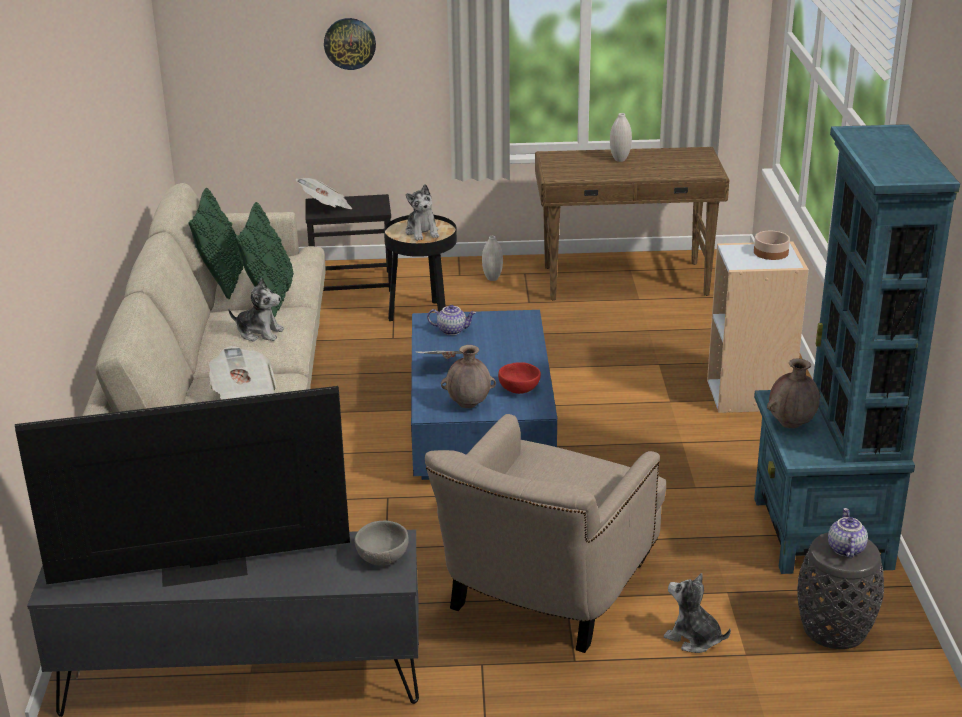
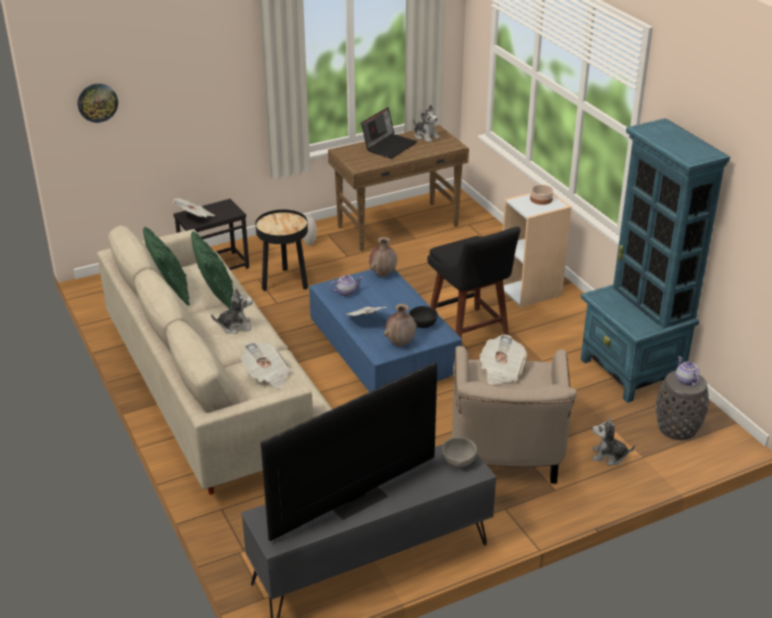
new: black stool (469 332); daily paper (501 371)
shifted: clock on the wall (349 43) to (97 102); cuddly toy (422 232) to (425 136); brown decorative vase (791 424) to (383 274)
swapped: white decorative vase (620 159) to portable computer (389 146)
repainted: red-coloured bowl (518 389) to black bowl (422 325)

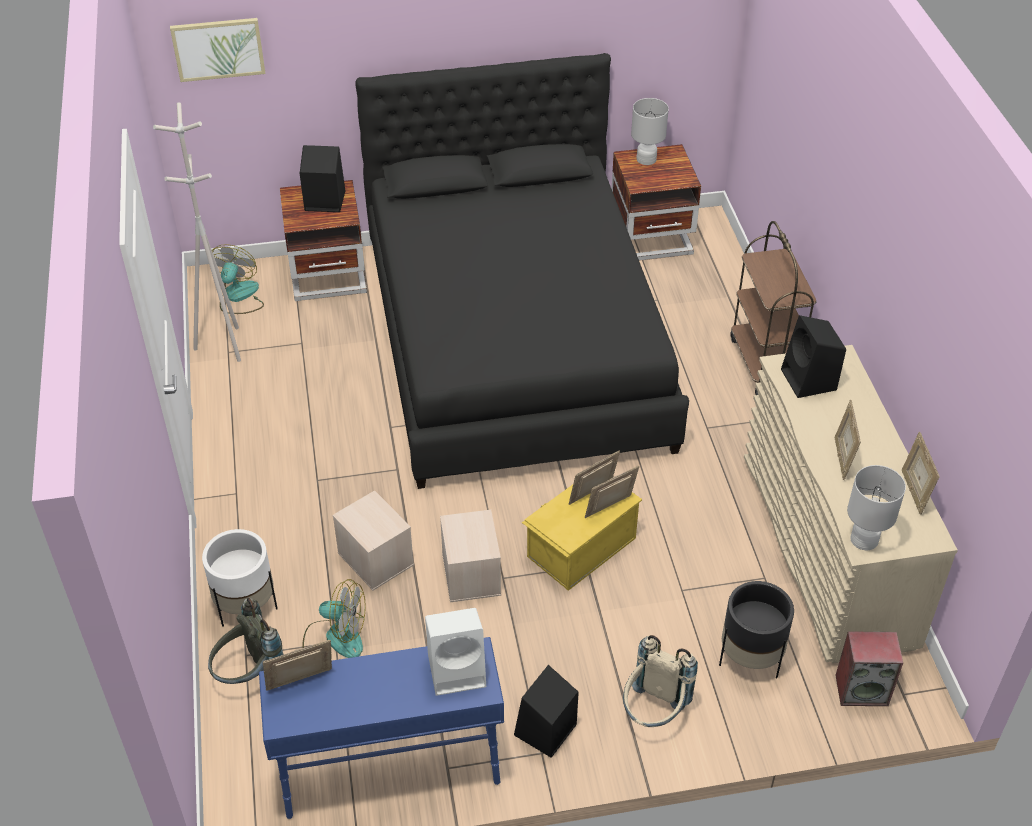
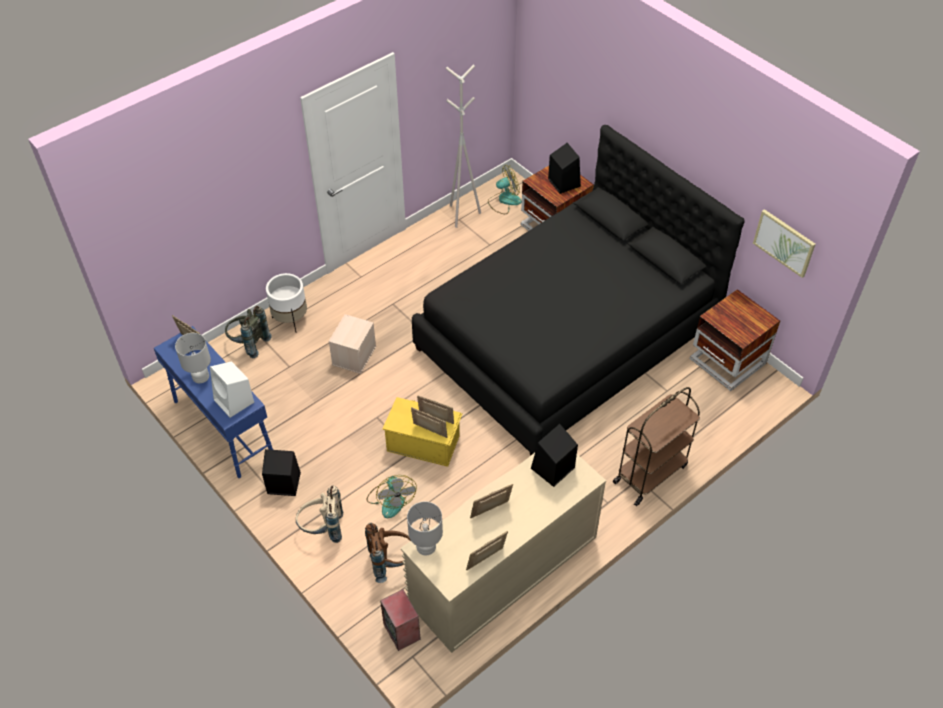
gone: beige-coloured storage bin (470 574)
shifted: wall picture (218 49) to (784 242); cooling fan (335 639) to (391 499); gray lamp for a table (646 159) to (201 377)
swapped: black plant pot (750 658) to brown knapsack (391 562)

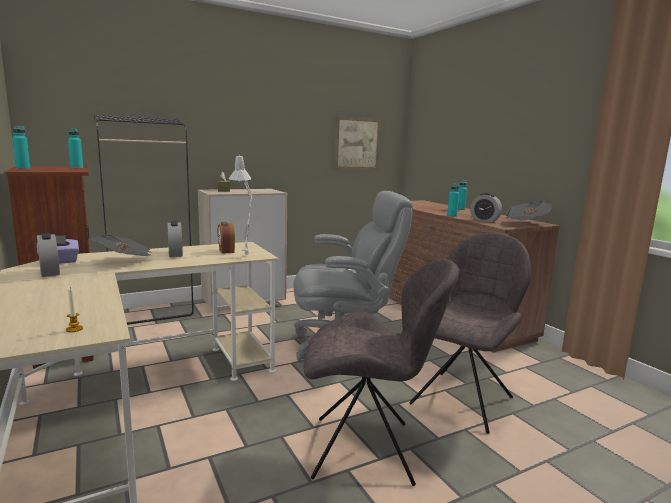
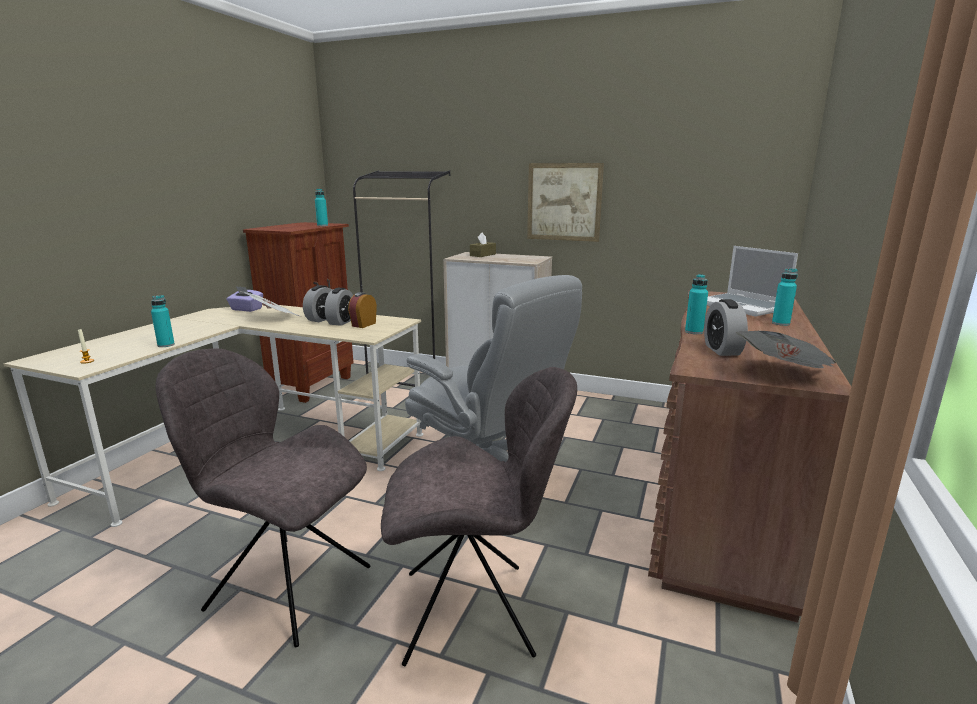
gone: gray lamp for a table (247 254)
new: portable computer (743 306)
shifted: blue-green beverage bottle (23 168) to (166 345); alarm clock (50 272) to (341 322); wall picture (357 144) to (564 202)
rotated: gray chair (367 450) = (285 586) 150 degrees clockwise

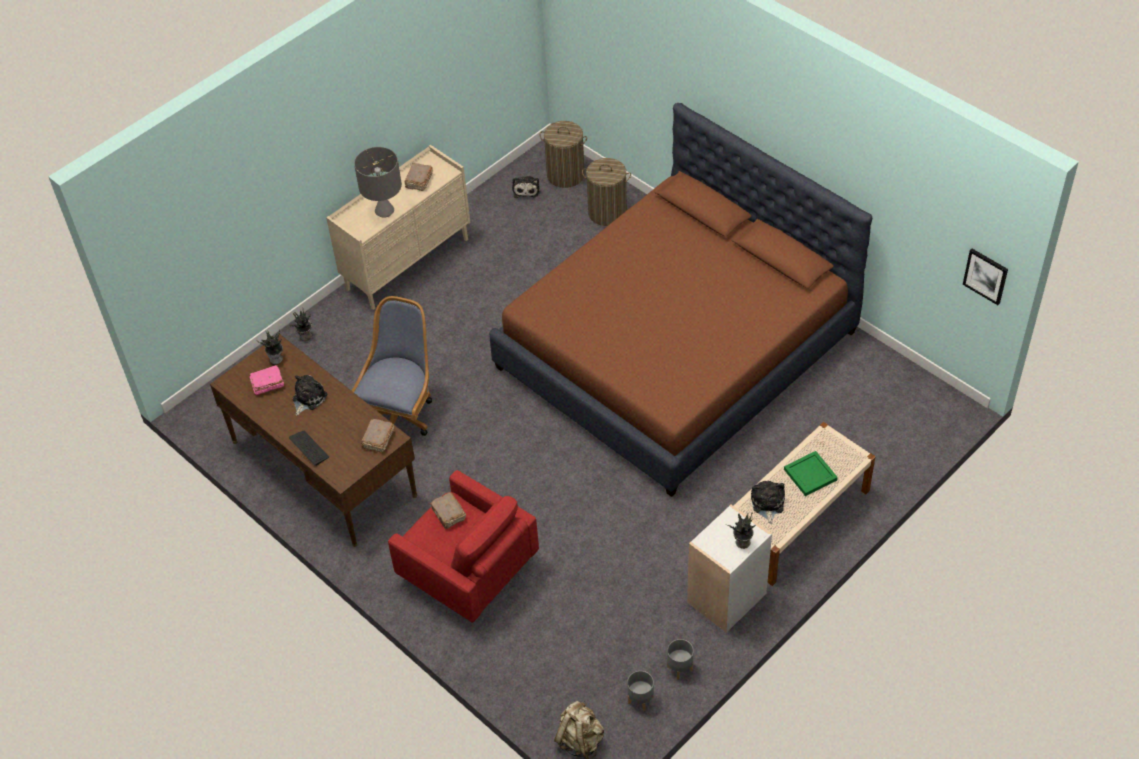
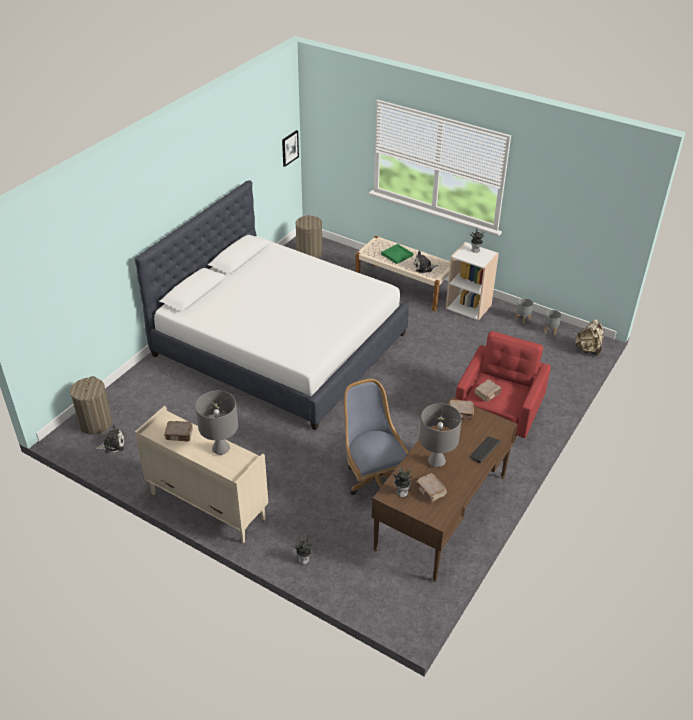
shifted: washing basket (607 212) to (309 254)
swapped: cuddly toy (308 398) to gray lamp for a table (436 462)
repainted: pinkish book (267 384) to brown book (430 491); brown sleeping bed (676 349) to white sleeping bed (280 344)
rotated: blue-coloured office chair (401 412) = (372 476) 60 degrees clockwise

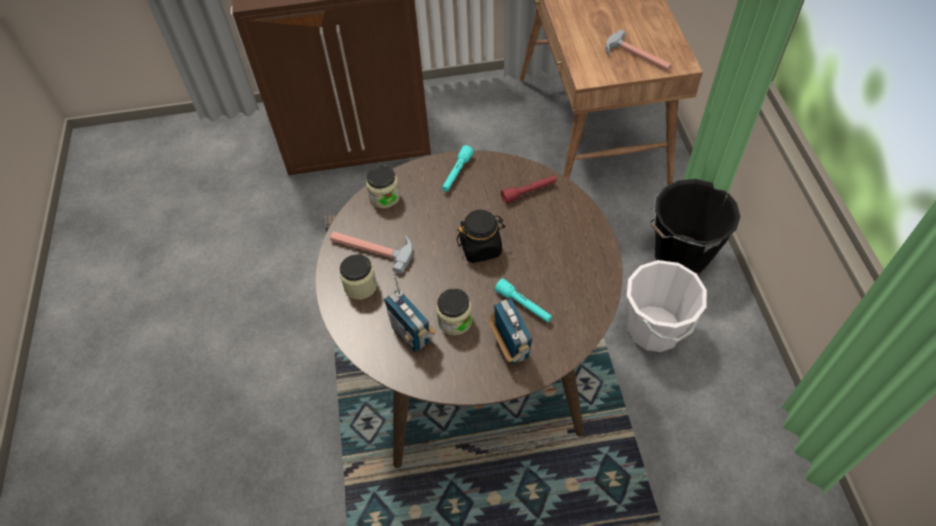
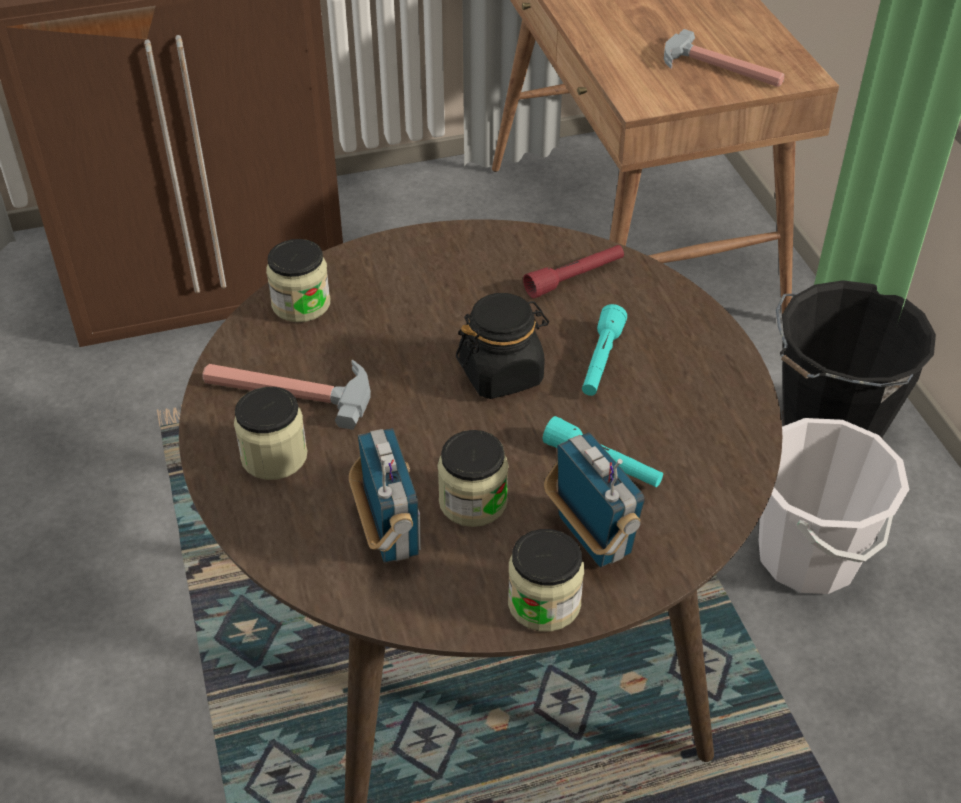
new: jar (544 603)
shifted: blue-green hand torch (456 173) to (601 361)
rotated: radio set (411 334) = (390 532) 150 degrees counterclockwise

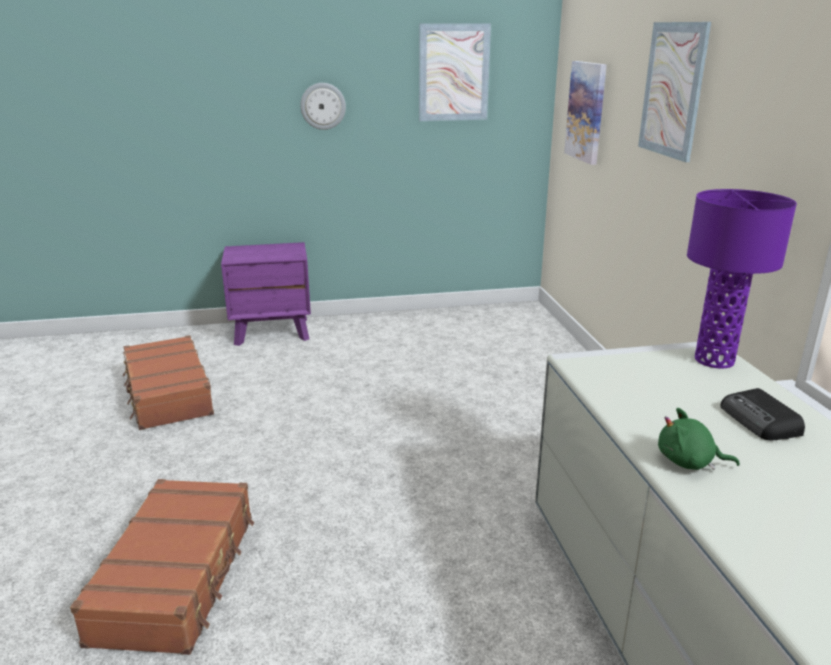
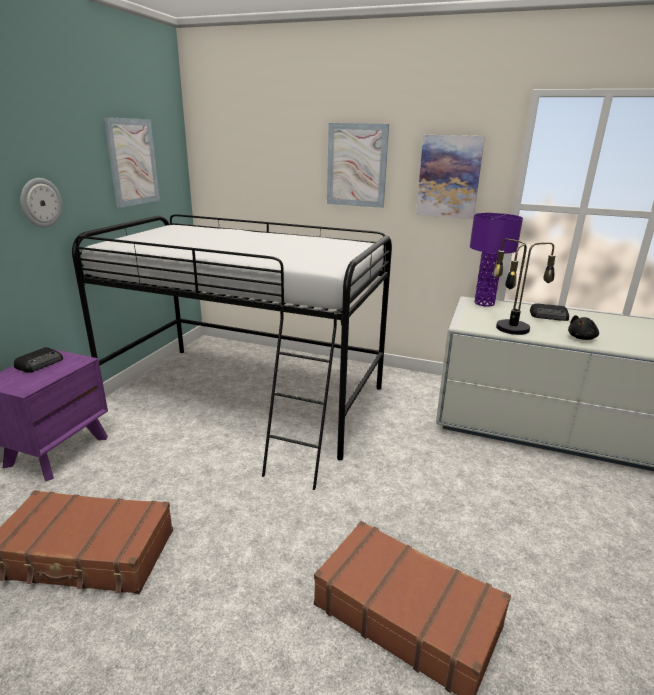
new: radio set (40 363); black sleeping bed (247 397); lamp for a table (512 328)
shifted: wall picture (586 111) to (449 177)
repainted: green-coloured cuddly toy (689 462) to black cuddly toy (582 338)

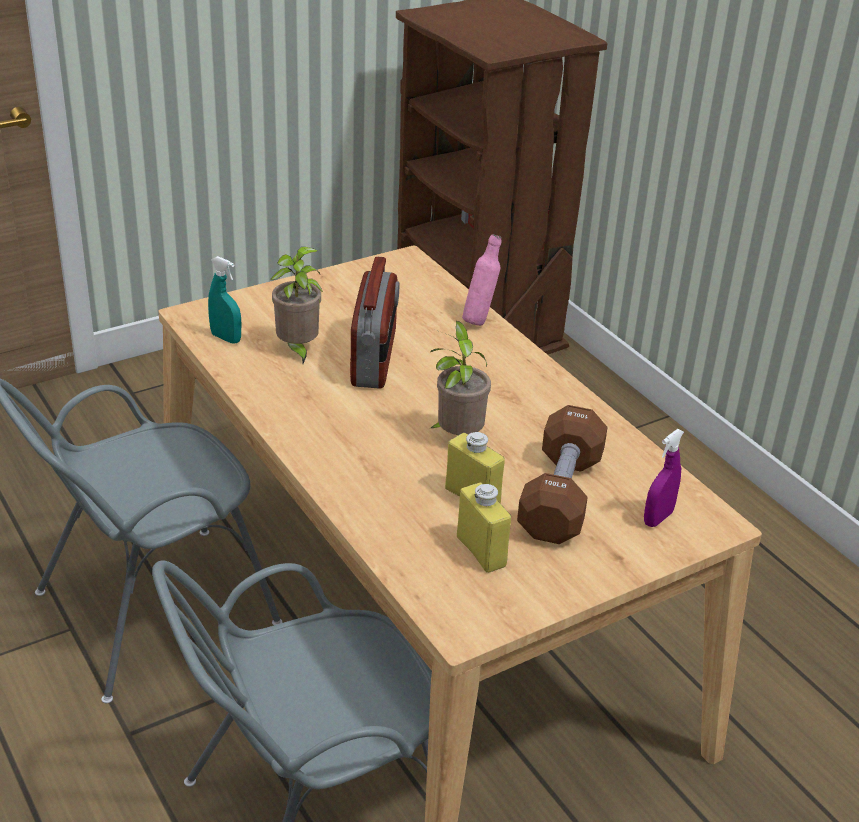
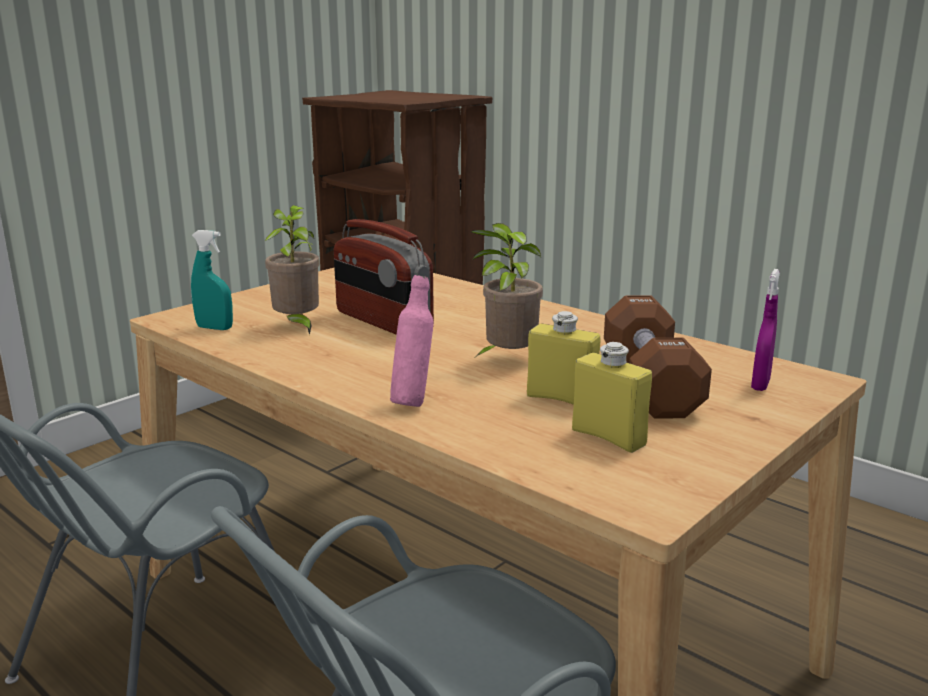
shifted: pinkish beverage bottle (479 320) to (413 402)
rotated: radio set (374 358) = (382 322) 150 degrees clockwise

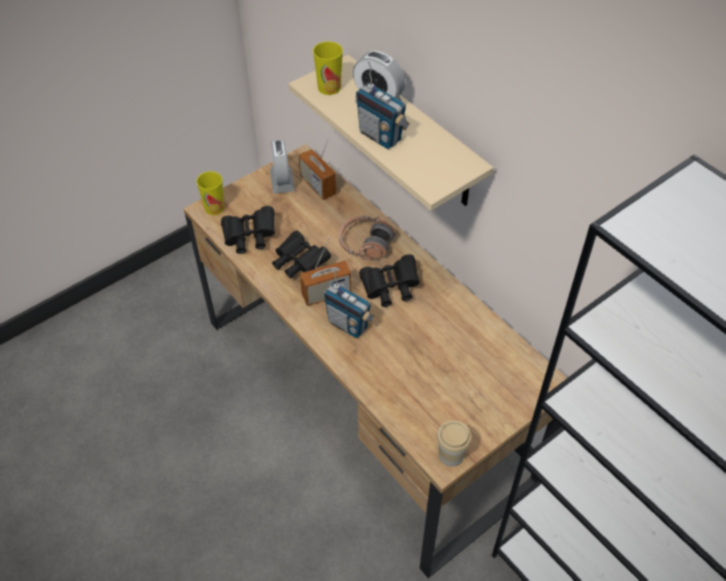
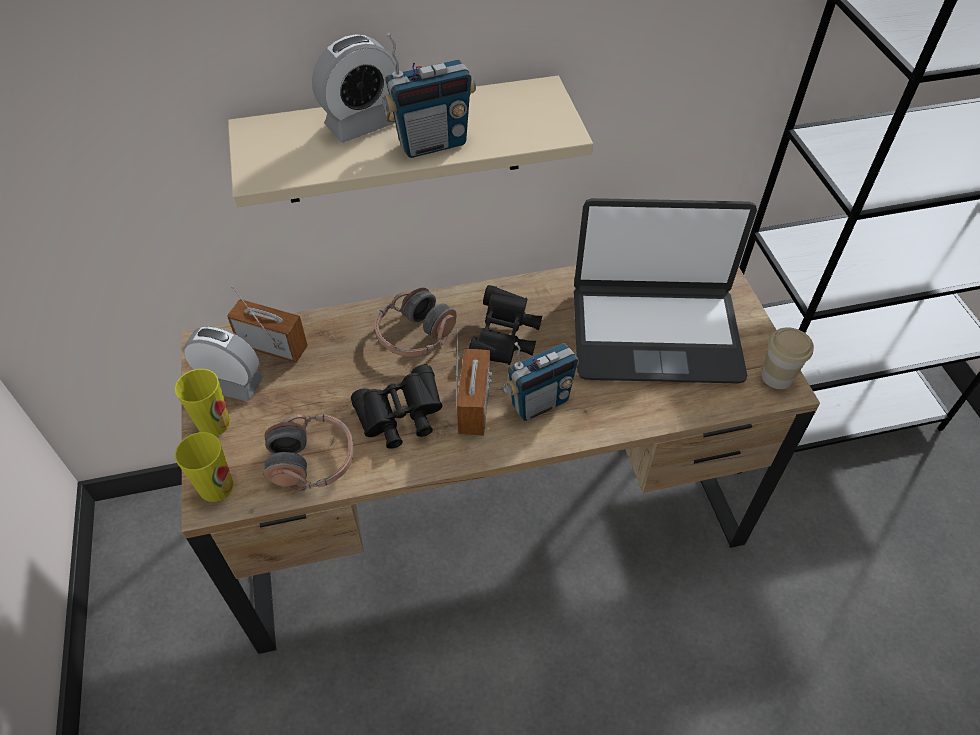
new: portable computer (655 333)
shifted: drinking cup (329 87) to (214 423)
swapped: black field glasses (249 238) to pair of headphones (312 461)
rotated: radio set (318 185) = (273 346) 150 degrees counterclockwise

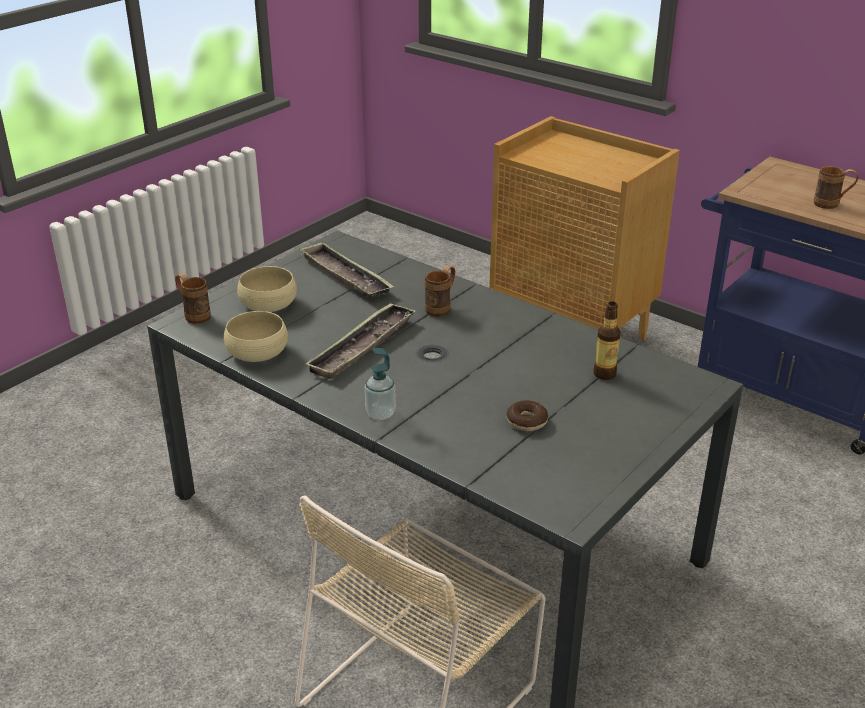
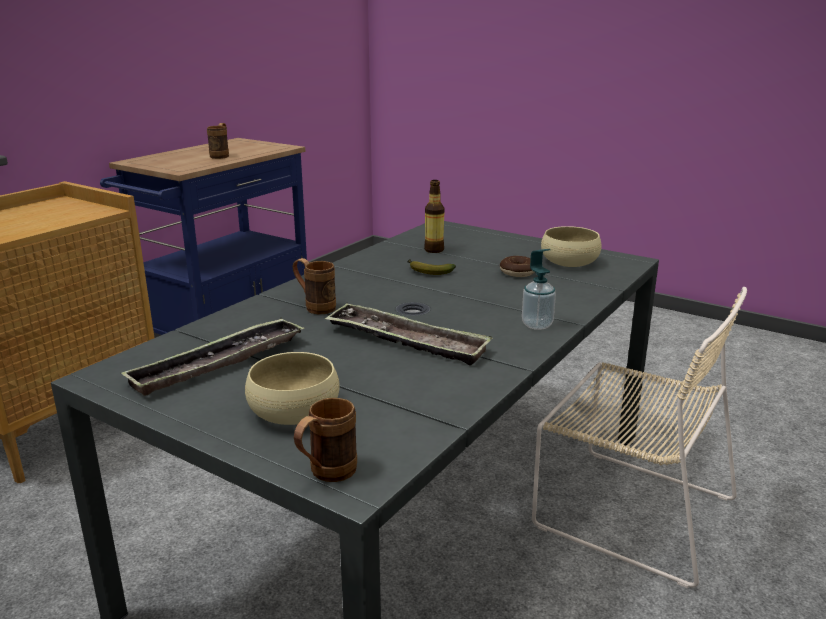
new: whole banana (428 271)
shifted: beige-coloured bowl (257 352) to (569 262)

